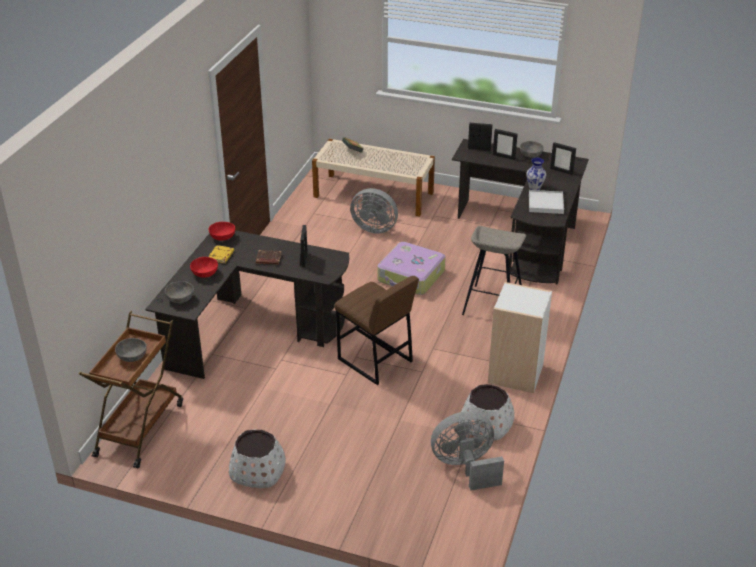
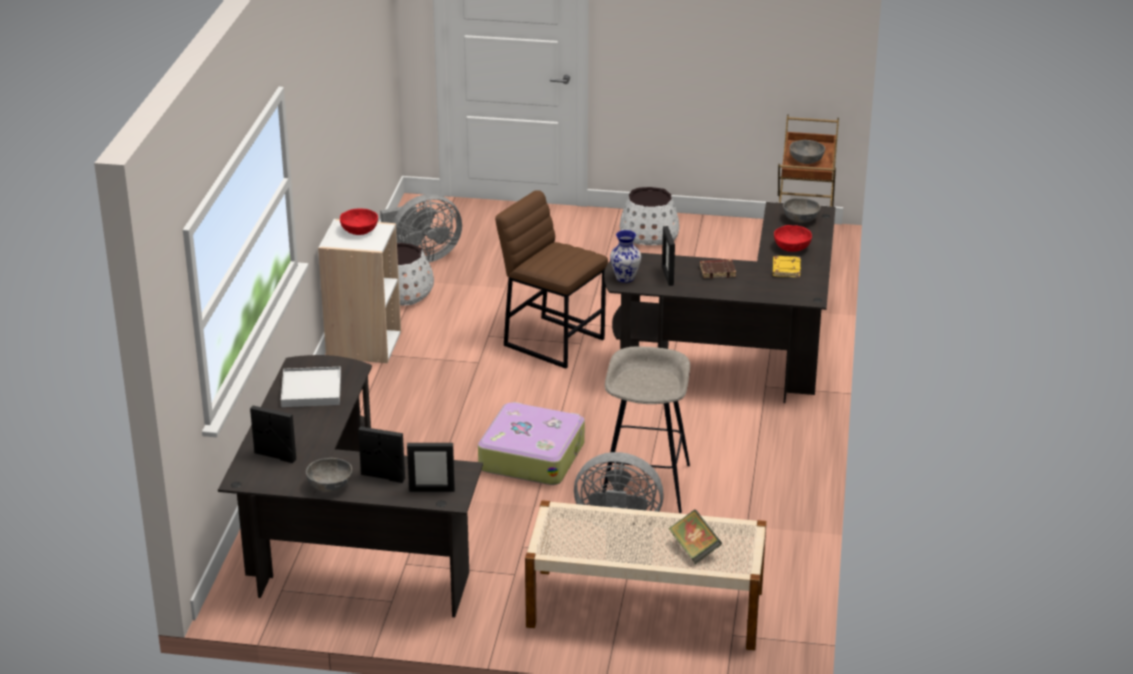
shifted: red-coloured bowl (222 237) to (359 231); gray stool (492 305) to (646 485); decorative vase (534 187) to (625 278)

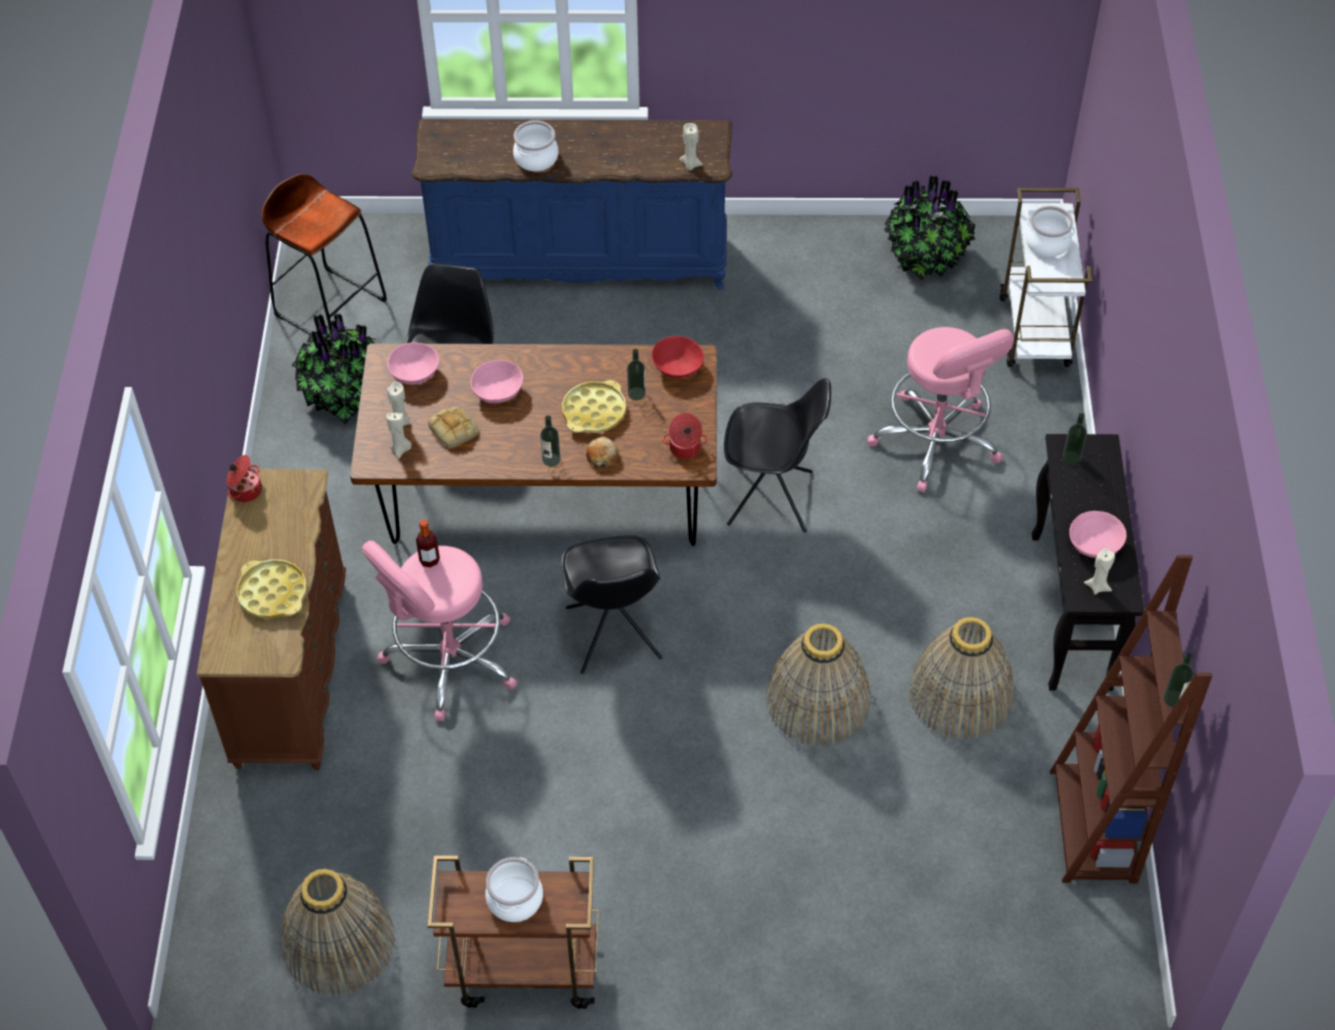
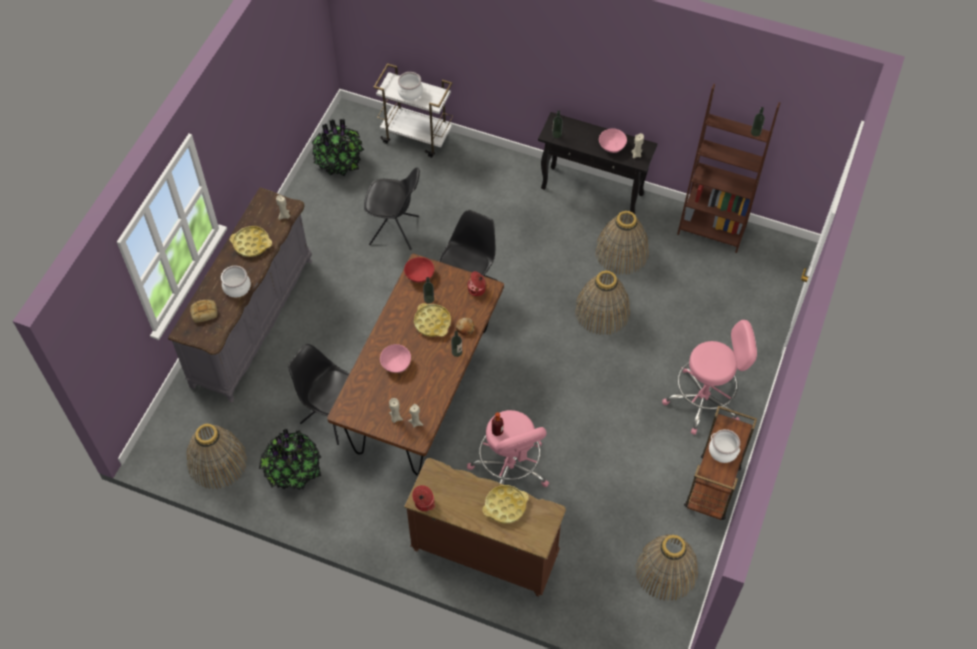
gone: pinkish bowl (415 374)
new: yellow-coloured carrying tray (251 243)
shifted: bakery bread (454 430) to (204 312); black chair (613 635) to (395 231); pinkish stool (936 443) to (704 400)
swapped: brown stool (330 307) to household basket (217 462)
repainted: blue-coloured cabinet (579 264) to gray cabinet (254 322)

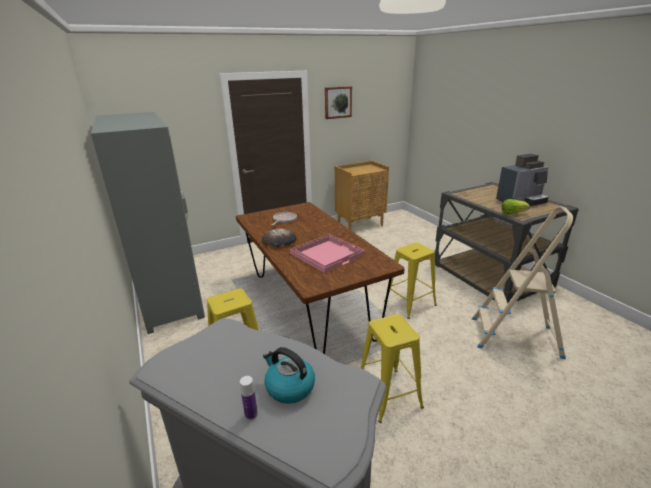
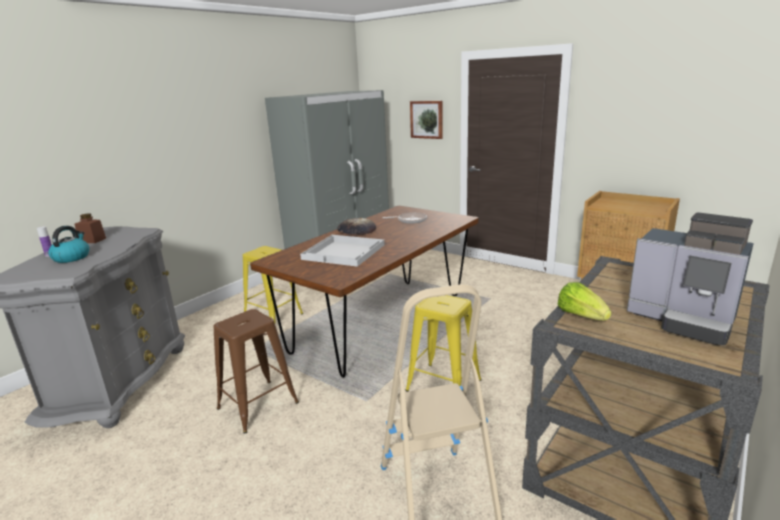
new: brown jar (92 240)
shifted: wall picture (337 102) to (427 119)
repainted: pinkish carrying tray (327 253) to white carrying tray (344 252); yellow-coloured stool (388 394) to brown stool (258 405)

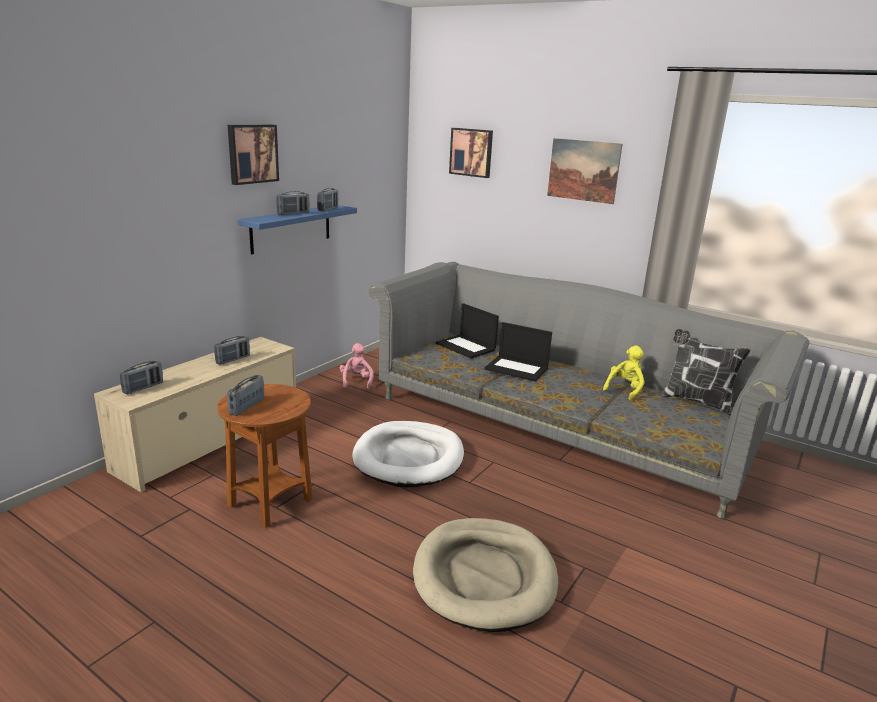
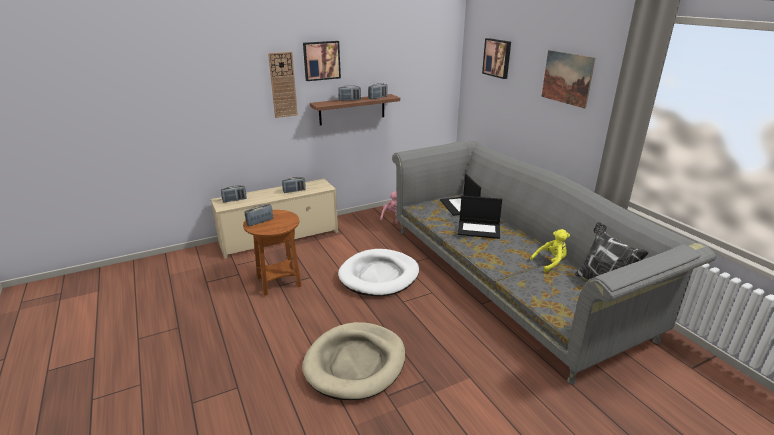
new: clock on the wall (283 85)
repainted: blue-coloured shelf (291 228) to brown shelf (352 109)
rotated: portable computer (517 368) = (479 229) 45 degrees counterclockwise

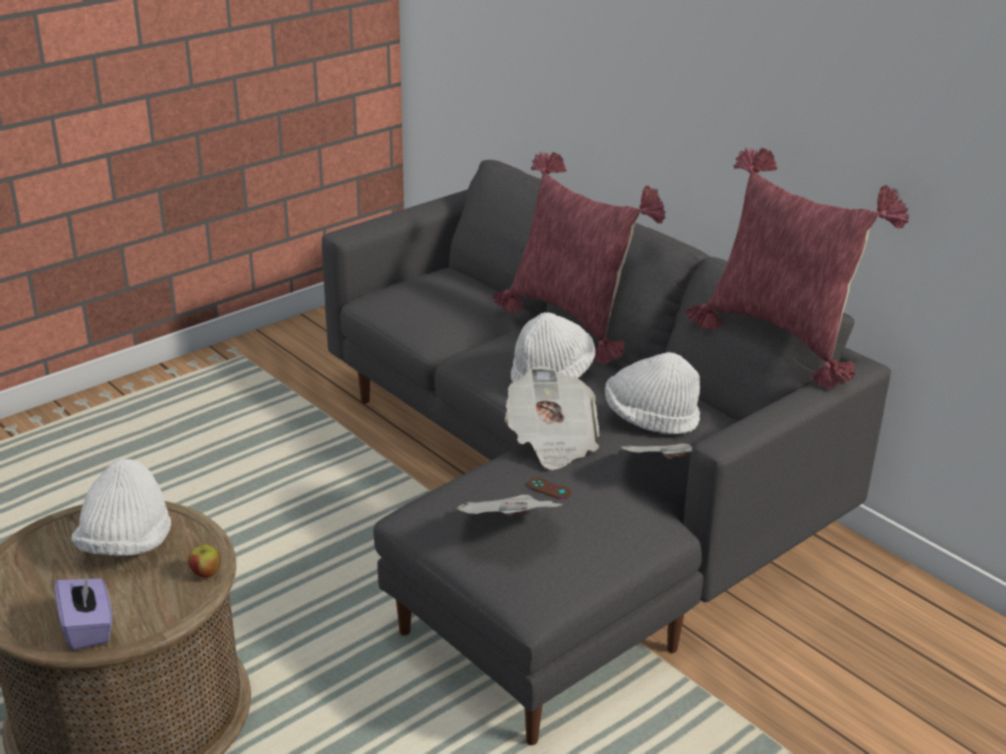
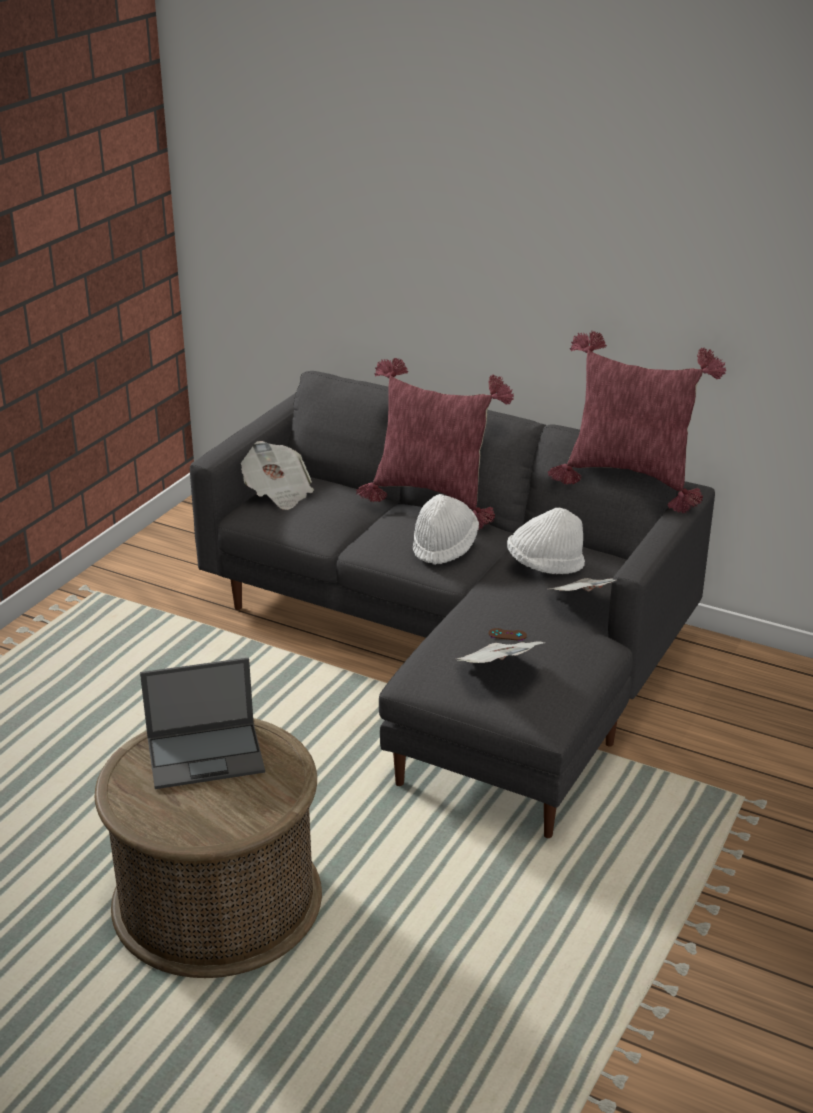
gone: purple-coloured tissue box (88 628); apple fruit (205 573)
shifted: daily paper (552 441) to (277 493)
swapped: white hat (126 545) to portable computer (207 755)

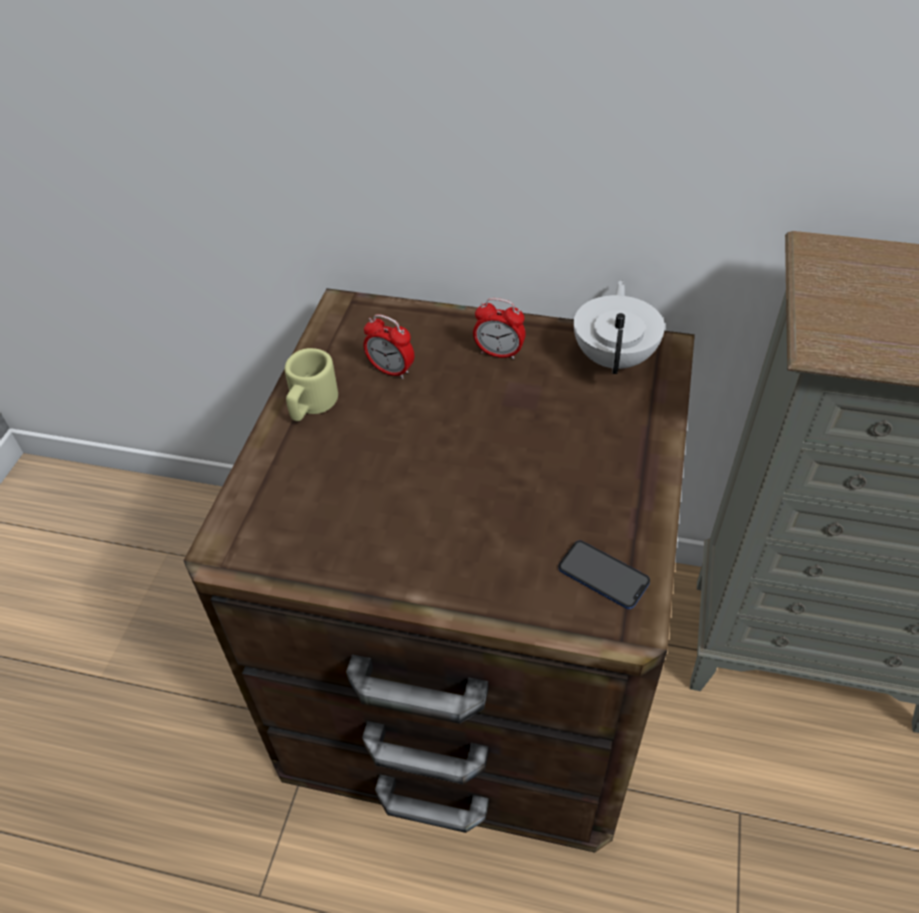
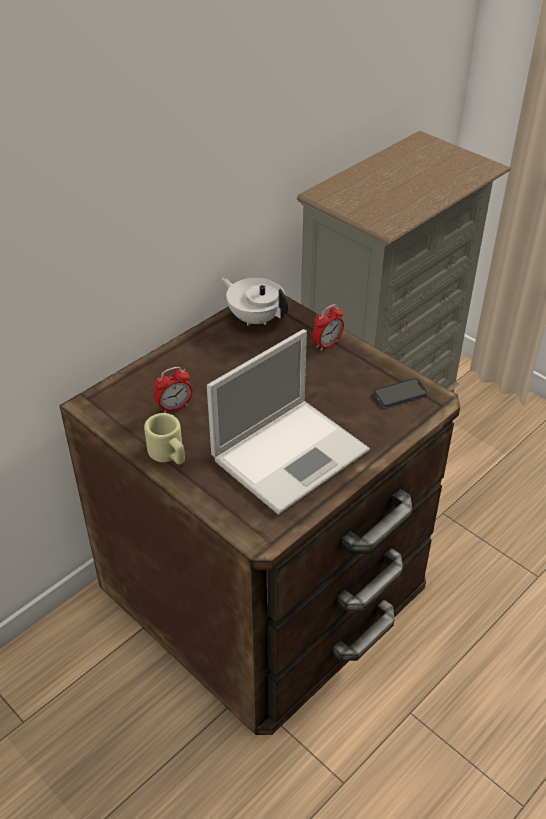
new: portable computer (292 453)
shifted: alarm clock (499 353) to (327 344)

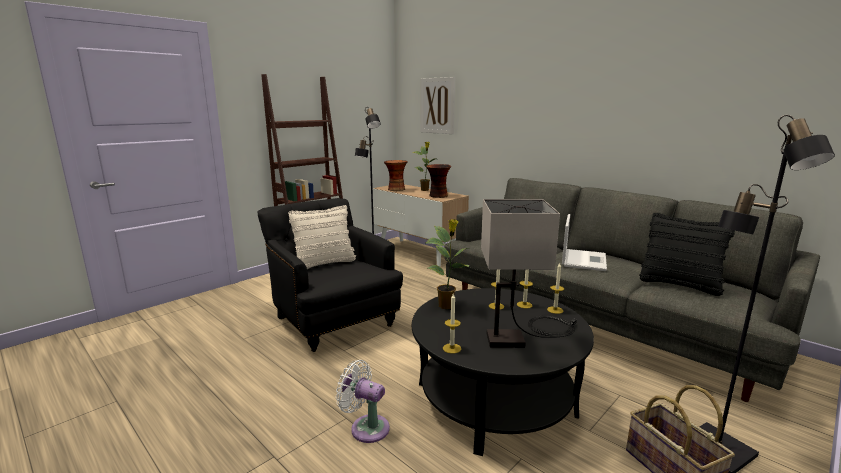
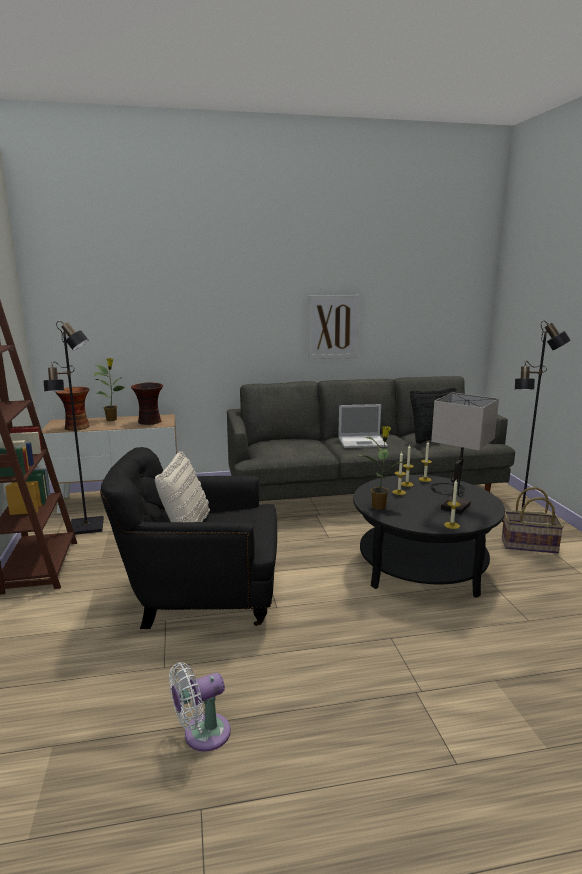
shifted: white cooling fan (366 427) to (202 734); wall picture (437 105) to (333 327)
rotated: portable computer (583 260) = (363 442) 120 degrees clockwise

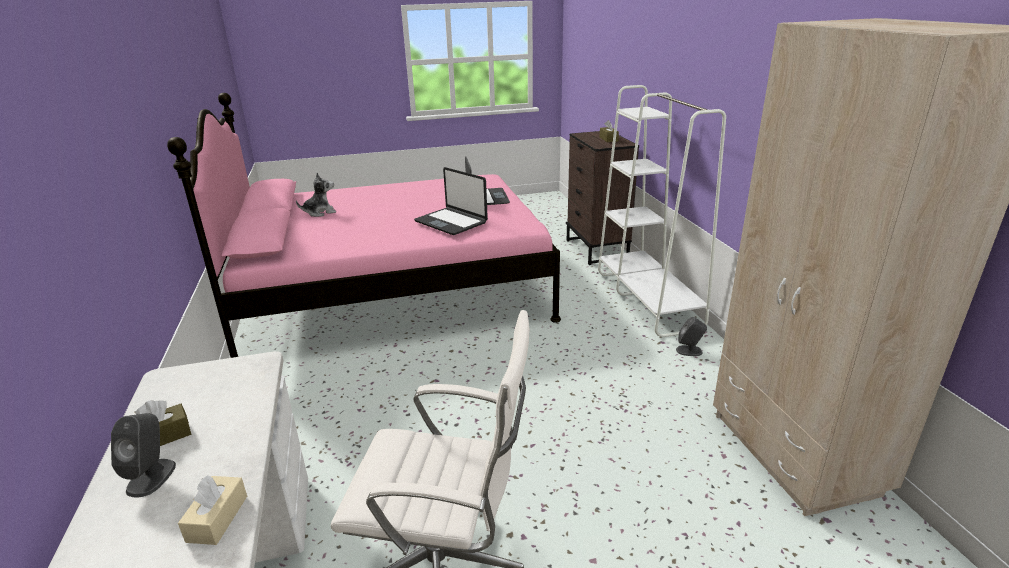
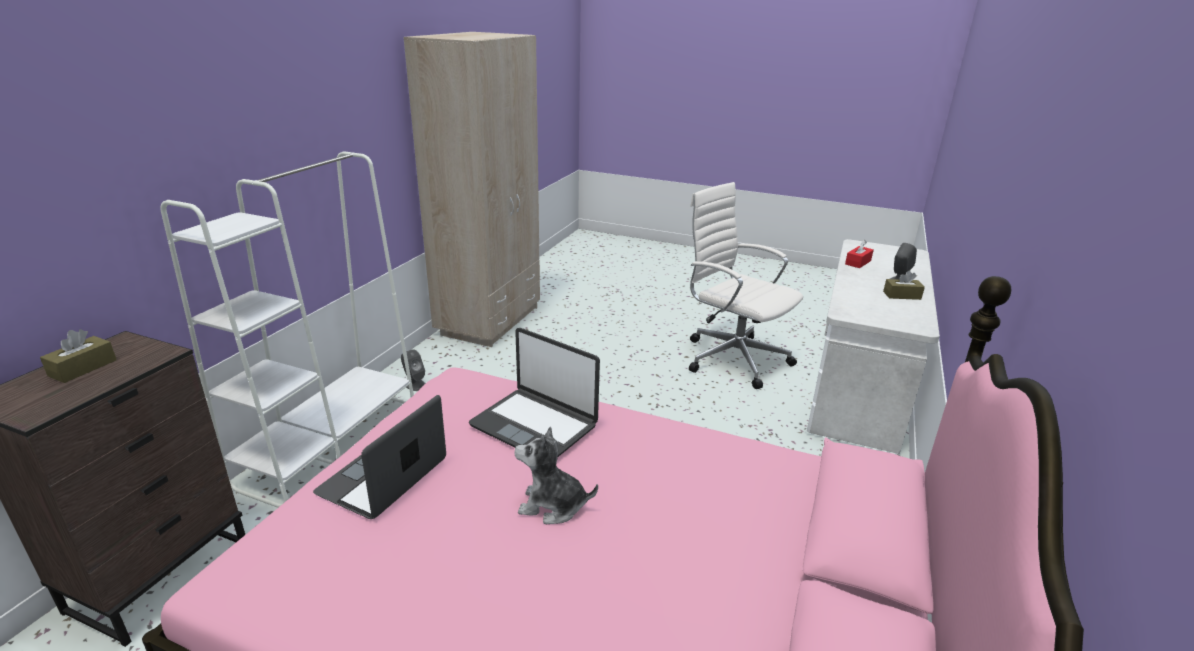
shifted: cuddly toy (320 212) to (552 506)
repainted: beige-coloured tissue box (217 518) to red-coloured tissue box (858 262)
rotated: portable computer (451 222) = (534 425) 135 degrees clockwise

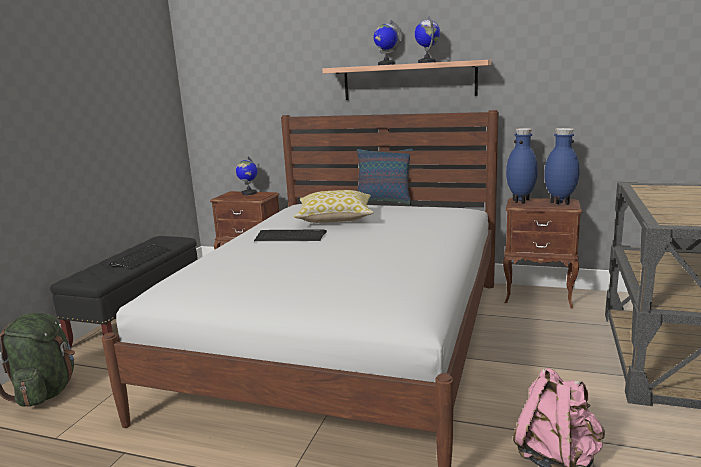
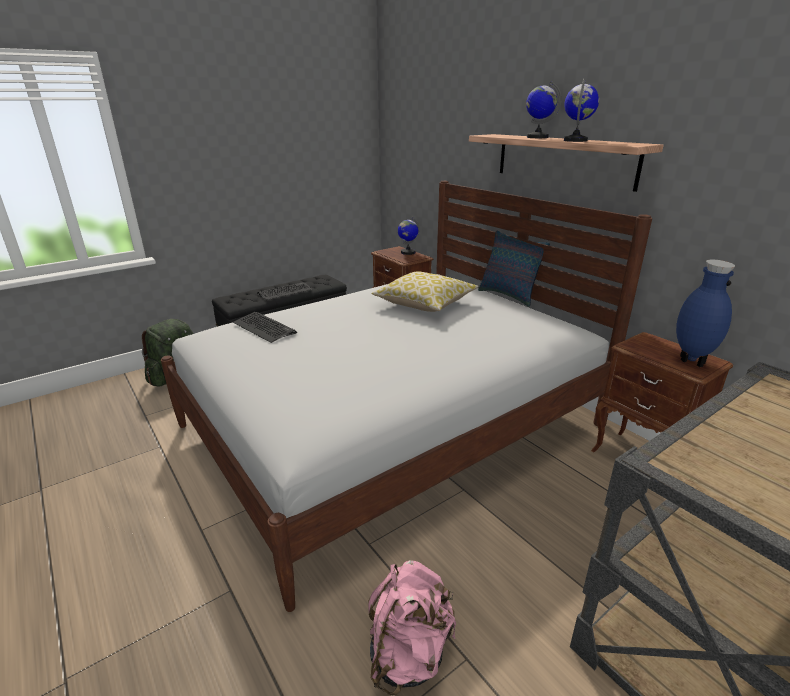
gone: blue-coloured decorative vase (521 201)
shifted: PC keyboard (290 237) to (264 328)

